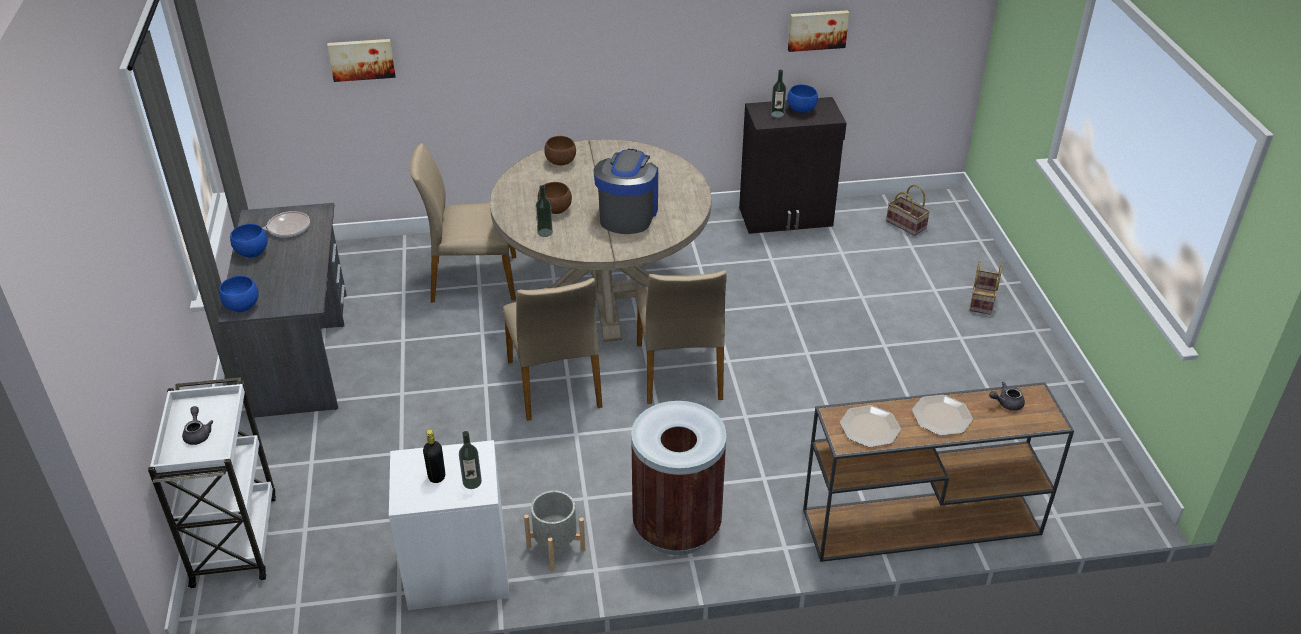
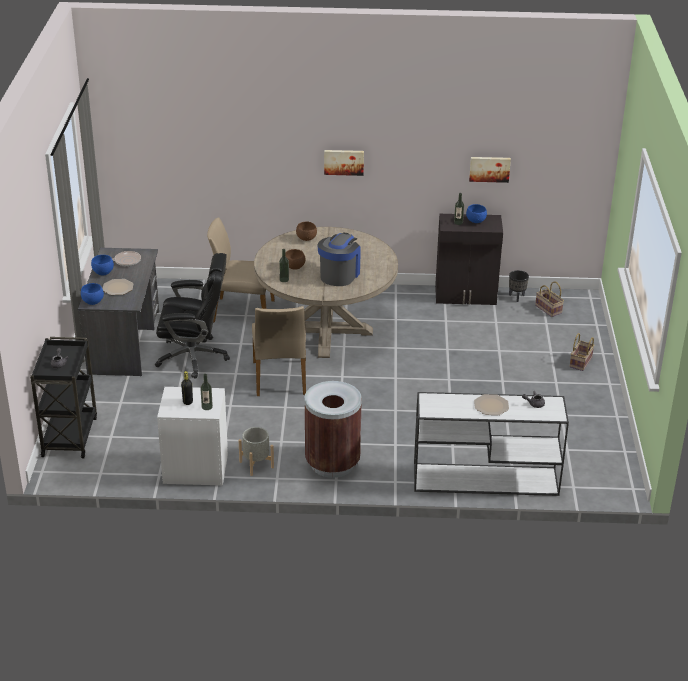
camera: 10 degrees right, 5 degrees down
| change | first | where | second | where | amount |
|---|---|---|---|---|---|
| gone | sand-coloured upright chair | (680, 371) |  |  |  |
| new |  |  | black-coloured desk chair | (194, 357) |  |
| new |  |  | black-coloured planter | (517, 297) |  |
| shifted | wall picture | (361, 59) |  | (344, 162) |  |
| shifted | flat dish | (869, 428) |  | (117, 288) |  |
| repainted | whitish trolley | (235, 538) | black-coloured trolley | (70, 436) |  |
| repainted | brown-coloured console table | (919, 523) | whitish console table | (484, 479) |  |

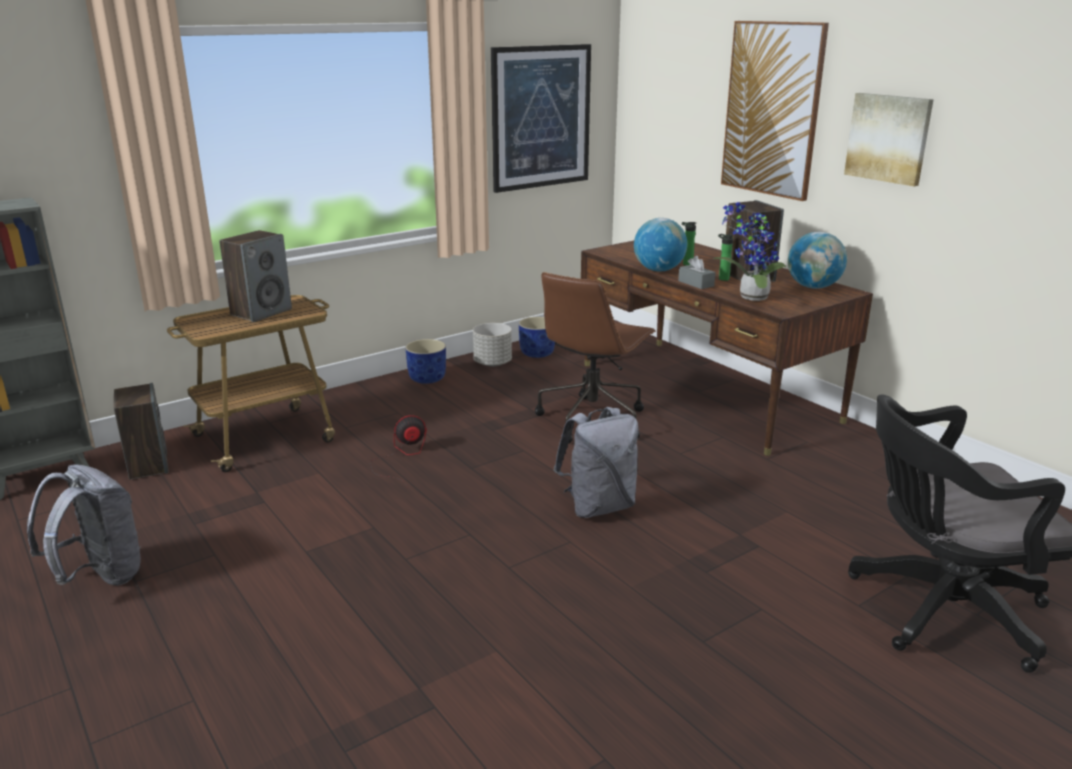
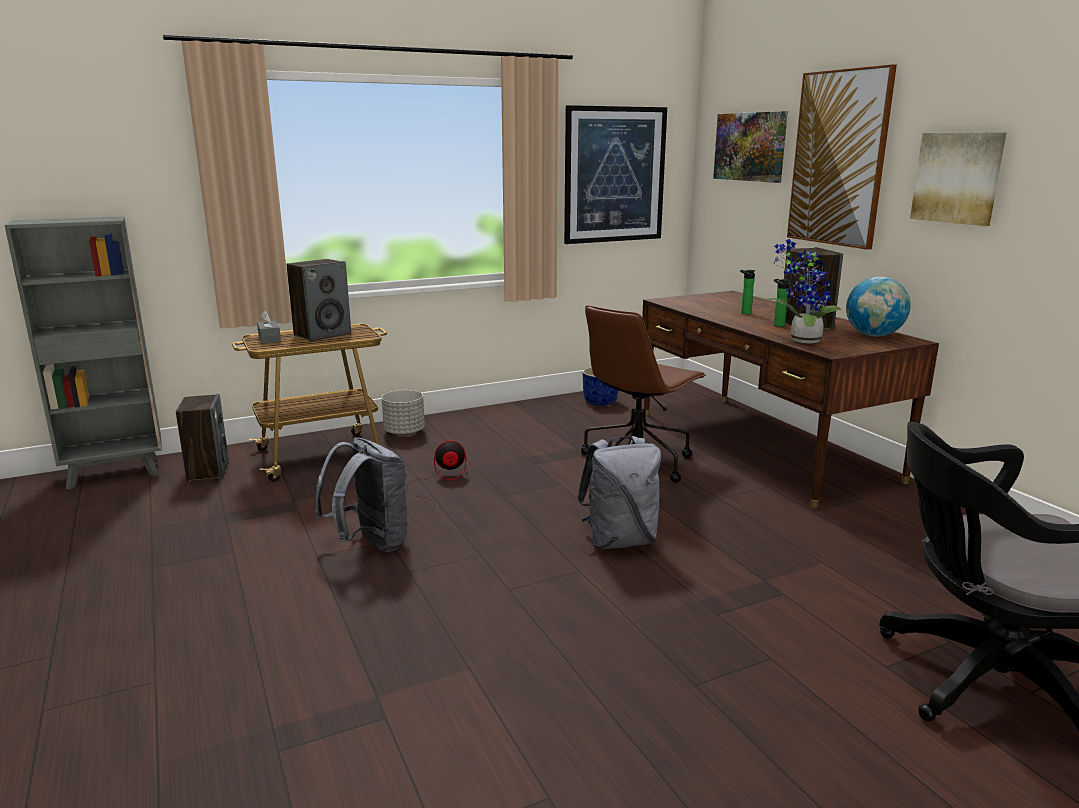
camera: 10 degrees right, 5 degrees down
| change | first | where | second | where | amount |
|---|---|---|---|---|---|
| gone | blue planter | (427, 378) |  |  |  |
| gone | globe | (658, 270) |  |  |  |
| new |  |  | wall picture | (750, 147) |  |
| shifted | greyish rucksack | (100, 577) |  | (370, 544) |  |
| shifted | greyish planter | (493, 363) |  | (404, 432) |  |
| shifted | greyish box of tissues | (696, 283) |  | (269, 339) |  |

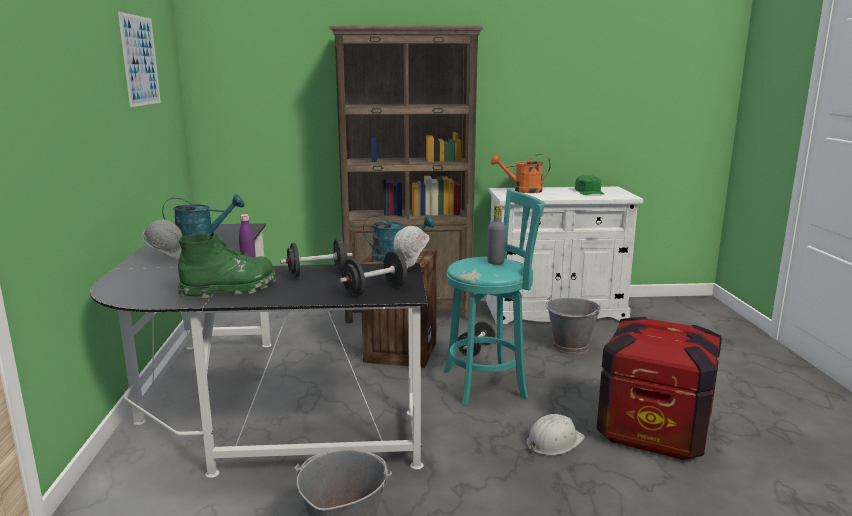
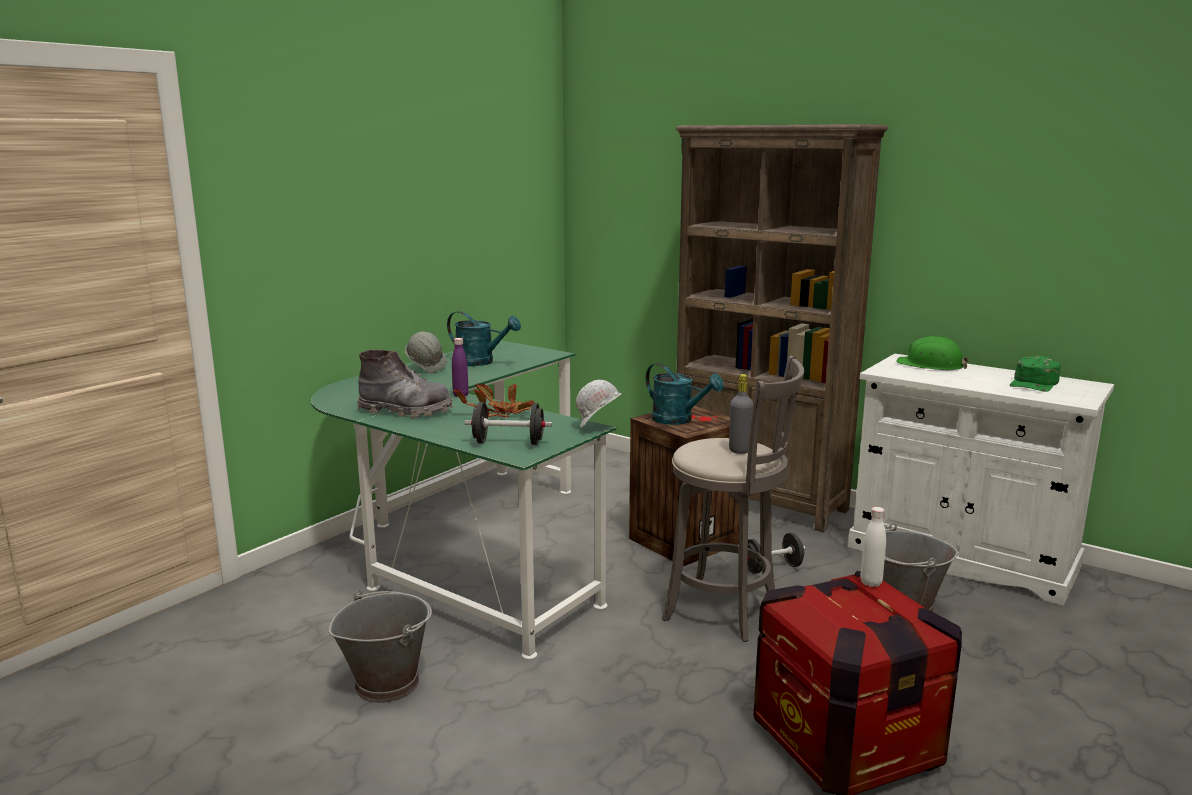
camera: 40 degrees right, 0 degrees up
| change | first | where | second | where | amount |
|---|---|---|---|---|---|
| gone | wall picture | (140, 60) |  |  |  |
| gone | whitish work helmet | (554, 442) |  |  |  |
| new |  |  | whitish drink bottle | (871, 583) |  |
| swapped | black-coloured free weight | (317, 274) | houseplant | (500, 414) |  |
| swapped | orange watering can | (522, 190) | green work helmet | (930, 365) |  |
| repainted | black-coloured desk table | (249, 412) | green desk table | (466, 548) |  |
| repainted | green tall boot | (230, 290) | greyish tall boot | (405, 411) |  |
| repainted | turquoise stool | (489, 383) | greyish stool | (727, 609) |  |

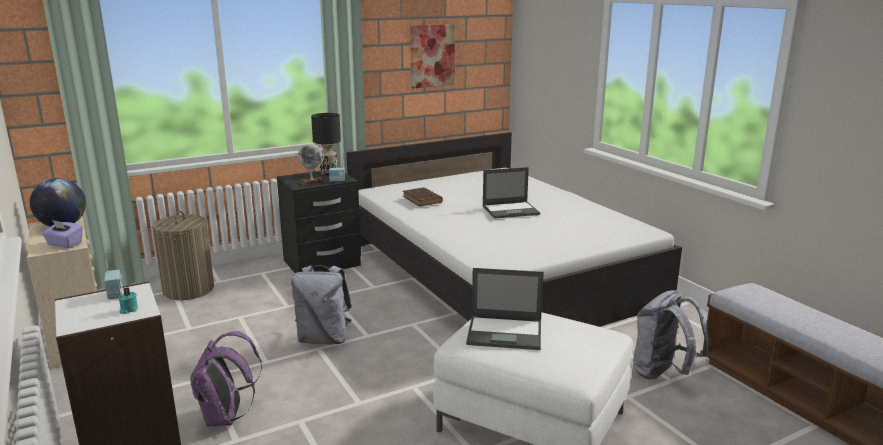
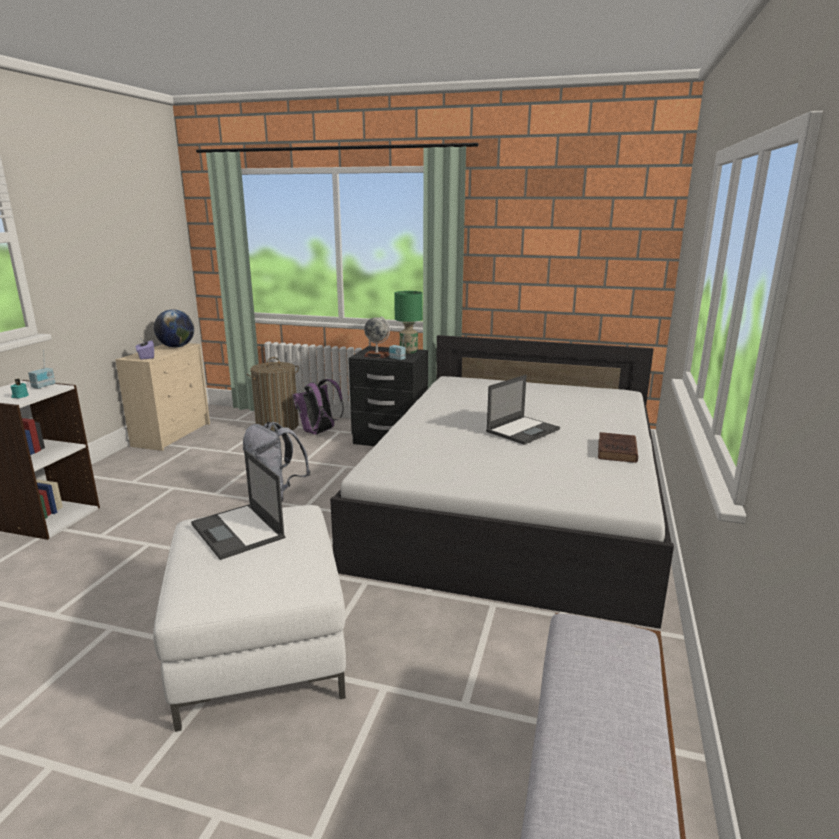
camera: 45 degrees right, 0 degrees up
| change | first | where | second | where | amount |
|---|---|---|---|---|---|
| gone | wall picture | (432, 55) |  |  |  |
| gone | greyish rucksack | (662, 374) |  |  |  |
| shifted | purplish rucksack | (226, 418) |  | (319, 432) |  |
| shifted | brown-coloured volume | (422, 200) |  | (617, 451) |  |
| repainted | black-coloured lamp for a table | (328, 173) | green lamp for a table | (408, 352) |  |
| rotated | laptop | (511, 210) |  | (523, 430) | 75 degrees counterclockwise |

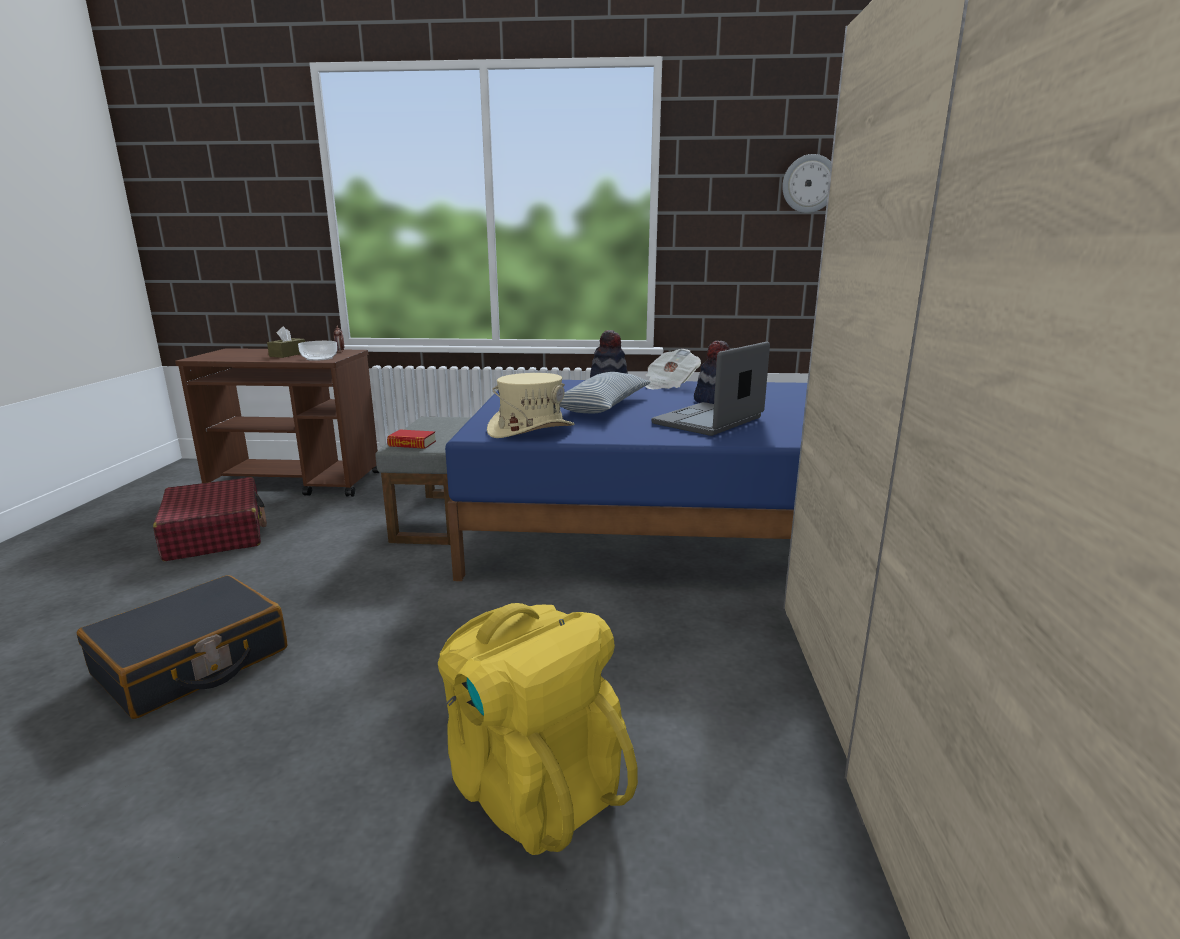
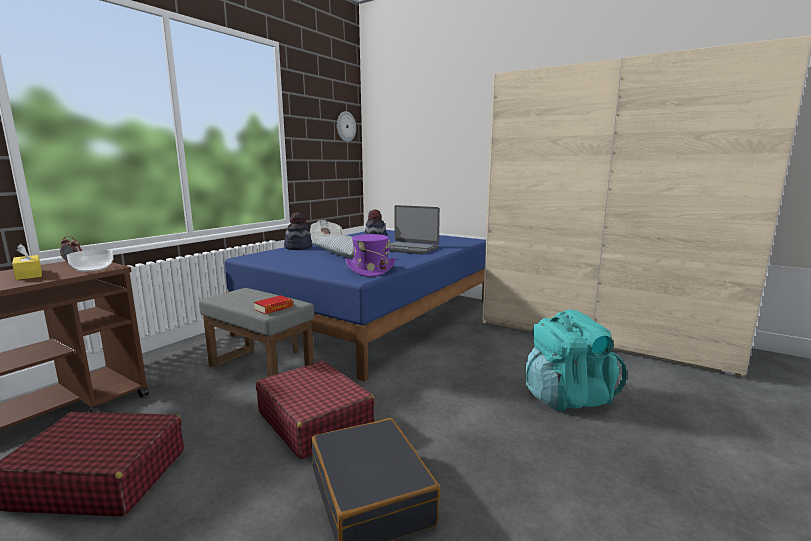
camera: 60 degrees left, 5 degrees down
| change | first | where | second | where | amount |
|---|---|---|---|---|---|
| new |  |  | red-coloured travel case | (314, 420) |  |
| repainted | brown-coloured box of tissues | (288, 354) | yellowish box of tissues | (29, 274) |  |
| repainted | yellowish rucksack | (532, 784) | turquoise rucksack | (567, 397) |  |
| repainted | sand-coloured hat | (531, 430) | purplish hat | (370, 270) |  |
| rotated | laptop | (709, 421) |  | (408, 249) | 45 degrees counterclockwise |

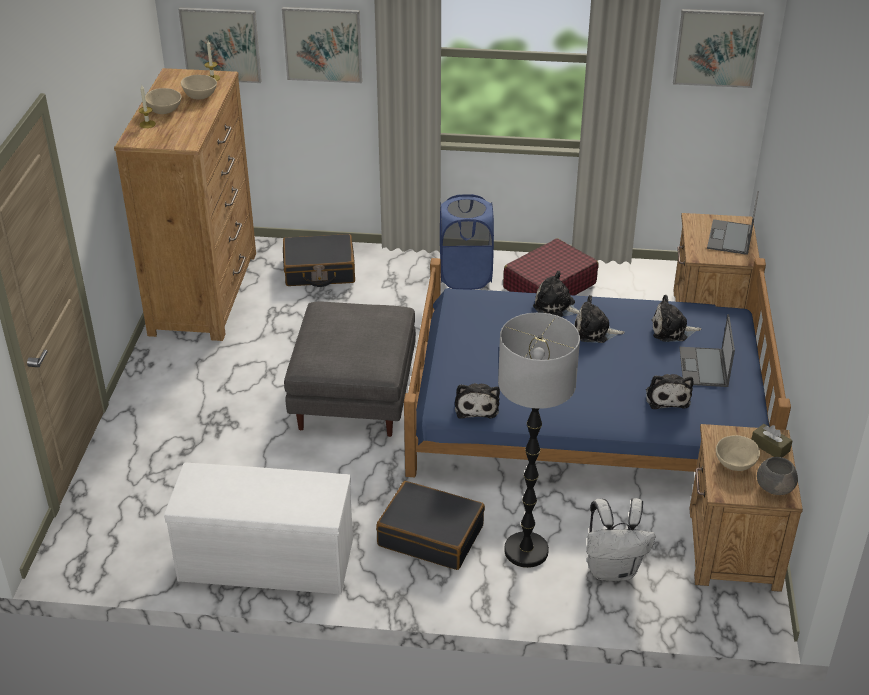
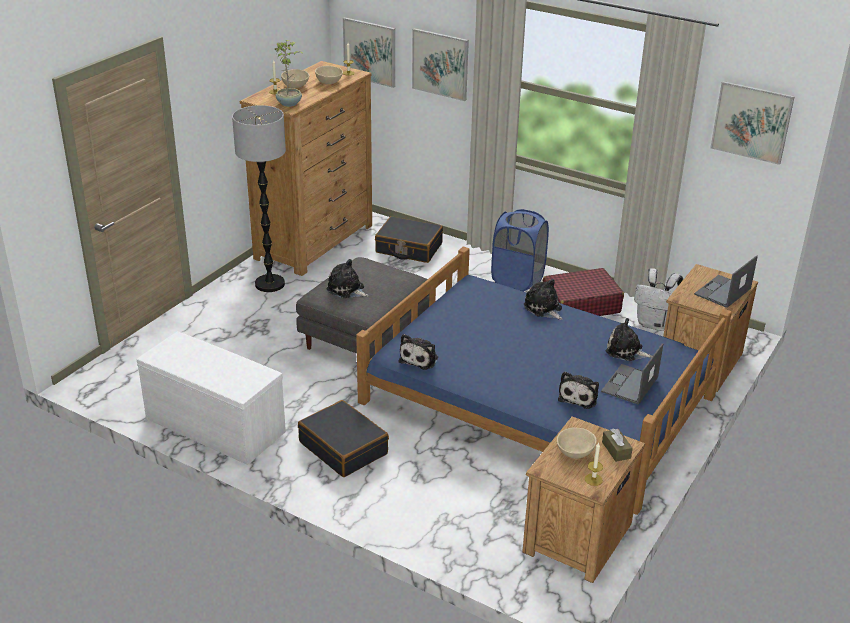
camera: 25 degrees right, 5 degrees down
| change | first | where | second | where | amount |
|---|---|---|---|---|---|
| new |  |  | houseplant | (289, 103) |  |
| shifted | standing lamp | (526, 551) |  | (269, 284) |  |
| shifted | cuddly toy | (594, 331) |  | (347, 290) |  |
| shifted | whitish rucksack | (613, 569) |  | (655, 324) |  |
| swapped | greyish bowl | (775, 487) | wax light | (593, 479) |  |

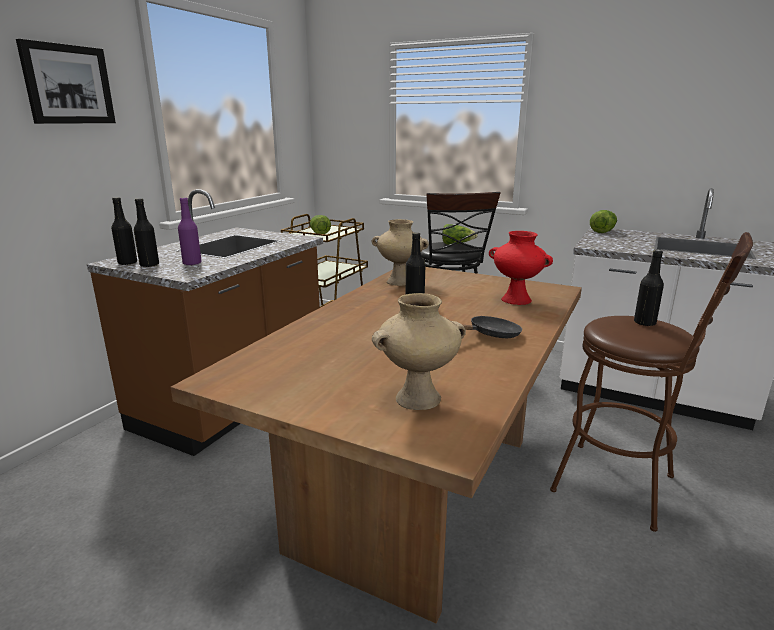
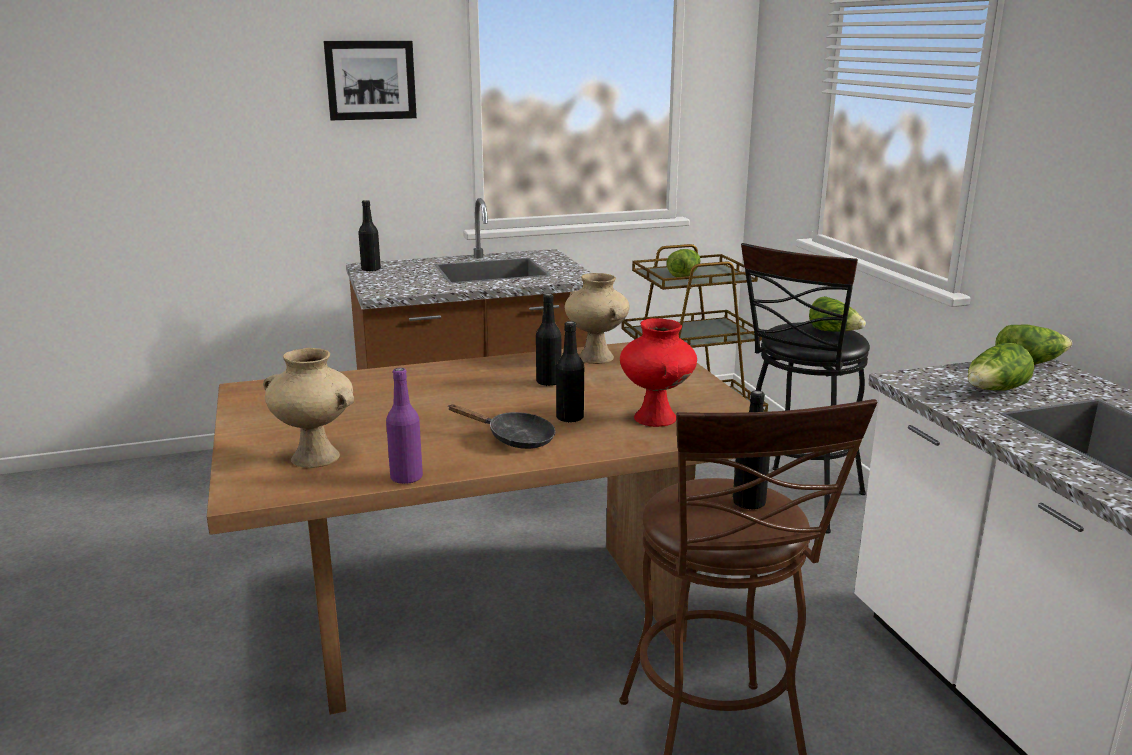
camera: 45 degrees right, 0 degrees up
| change | first | where | second | where | amount |
|---|---|---|---|---|---|
| new |  |  | lettuce | (994, 391) |  |
| shifted | black-coloured drink bottle | (149, 265) |  | (570, 418) |  |
| shifted | purplish drink bottle | (192, 263) |  | (406, 478) |  |

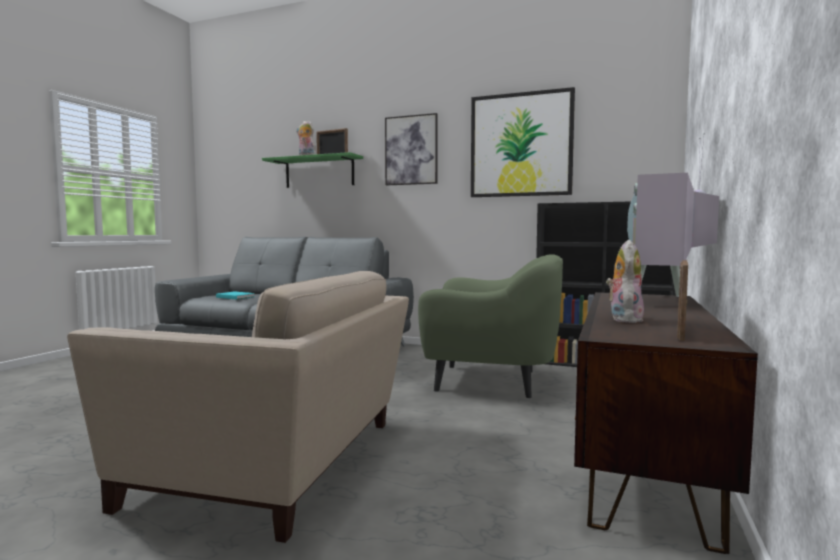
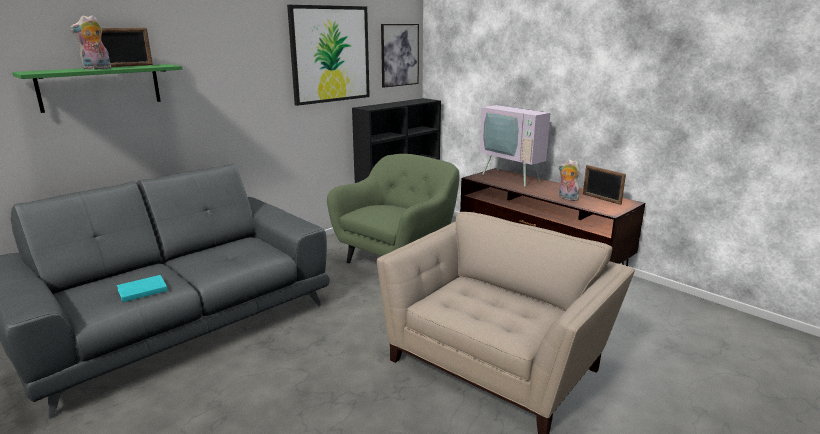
camera: 65 degrees left, 15 degrees up
| change | first | where | second | where | amount |
|---|---|---|---|---|---|
| shifted | wall picture | (411, 150) |  | (399, 55) |  |

